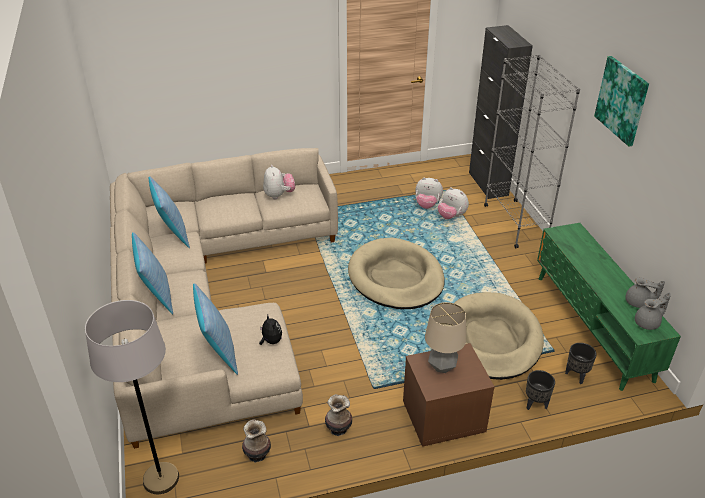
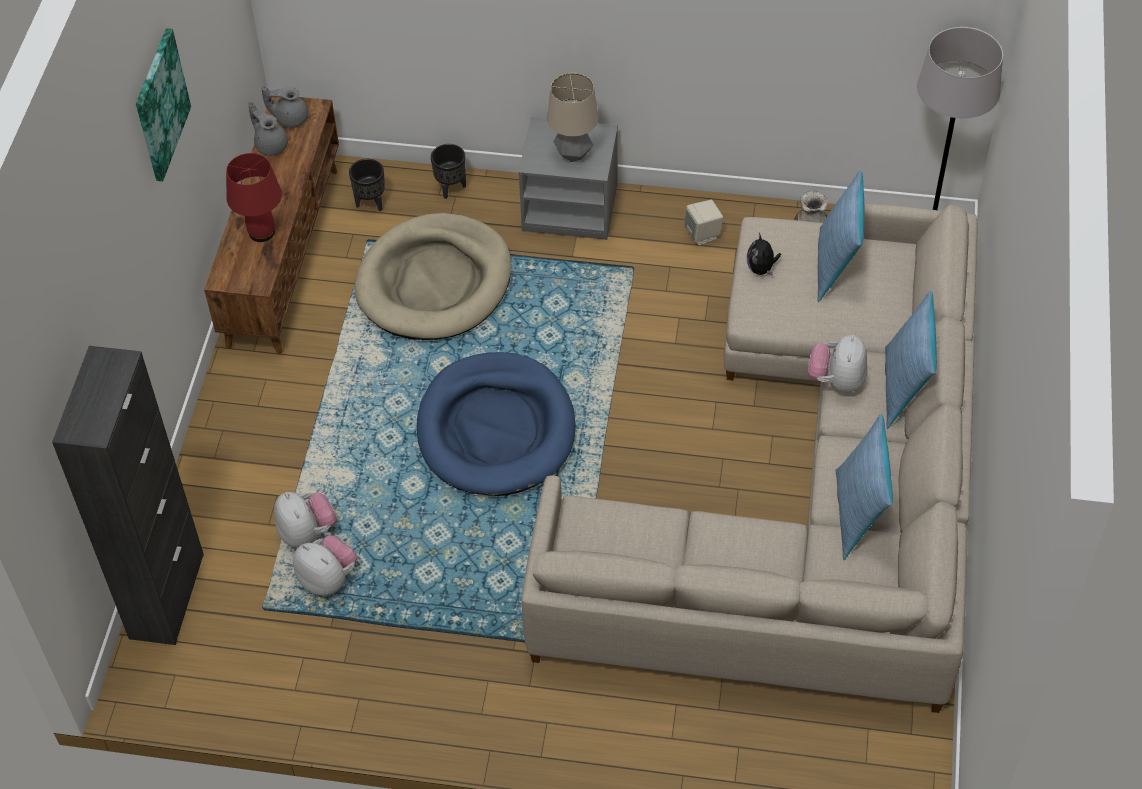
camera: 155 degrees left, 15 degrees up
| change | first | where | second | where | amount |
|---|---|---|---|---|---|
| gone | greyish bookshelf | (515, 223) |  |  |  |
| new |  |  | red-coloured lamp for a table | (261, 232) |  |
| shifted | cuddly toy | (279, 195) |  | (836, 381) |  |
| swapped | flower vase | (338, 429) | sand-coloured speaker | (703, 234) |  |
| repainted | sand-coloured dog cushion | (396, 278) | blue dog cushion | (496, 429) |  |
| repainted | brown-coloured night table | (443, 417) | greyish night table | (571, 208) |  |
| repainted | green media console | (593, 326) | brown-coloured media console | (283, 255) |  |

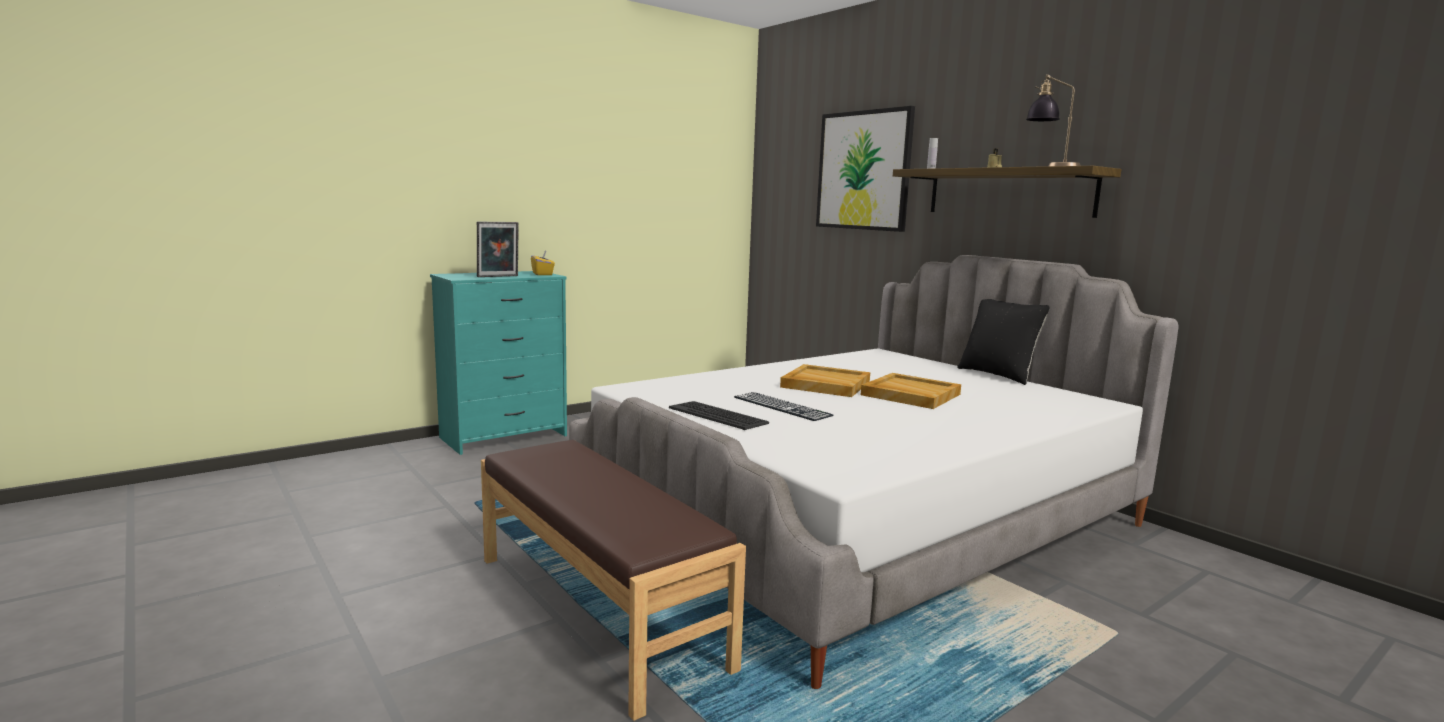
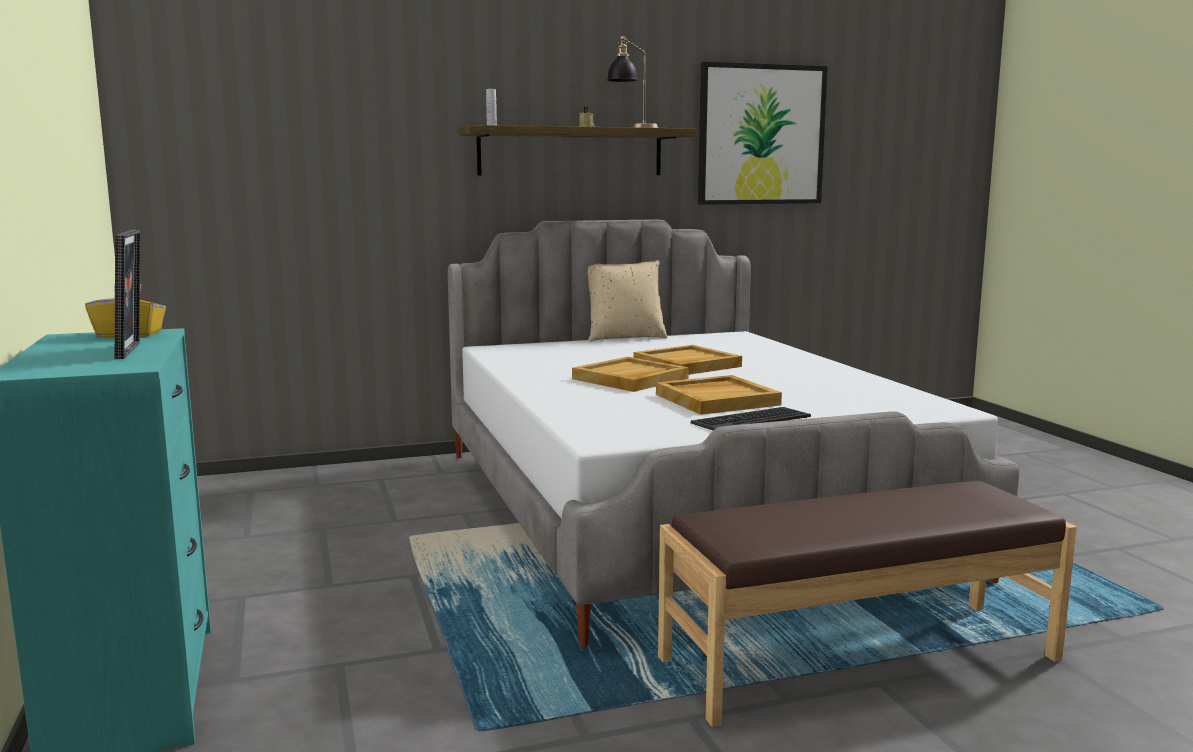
camera: 70 degrees left, 0 degrees up
| change | first | where | second | where | amount |
|---|---|---|---|---|---|
| shifted | wall picture | (863, 170) |  | (761, 135) |  |
| swapped | keyboard | (782, 406) | sand-coloured tray | (717, 399) |  |
| repainted | black-coloured cushion | (998, 375) | sand-coloured cushion | (624, 338) |  |

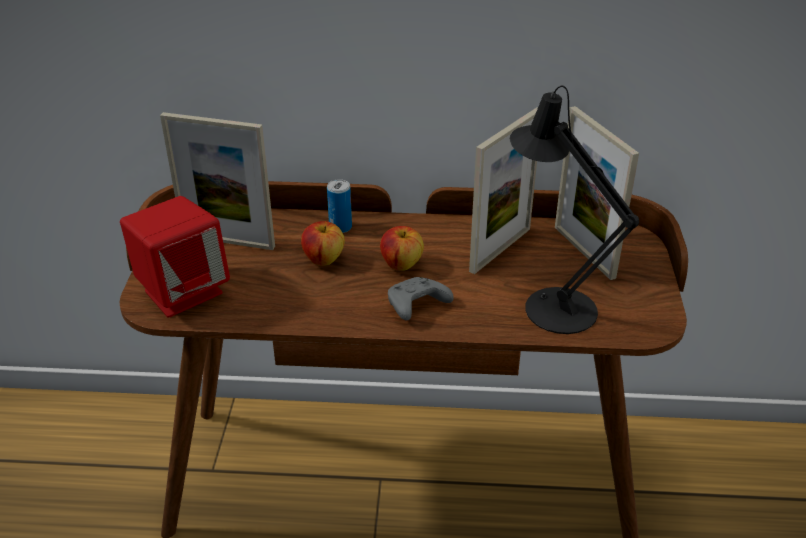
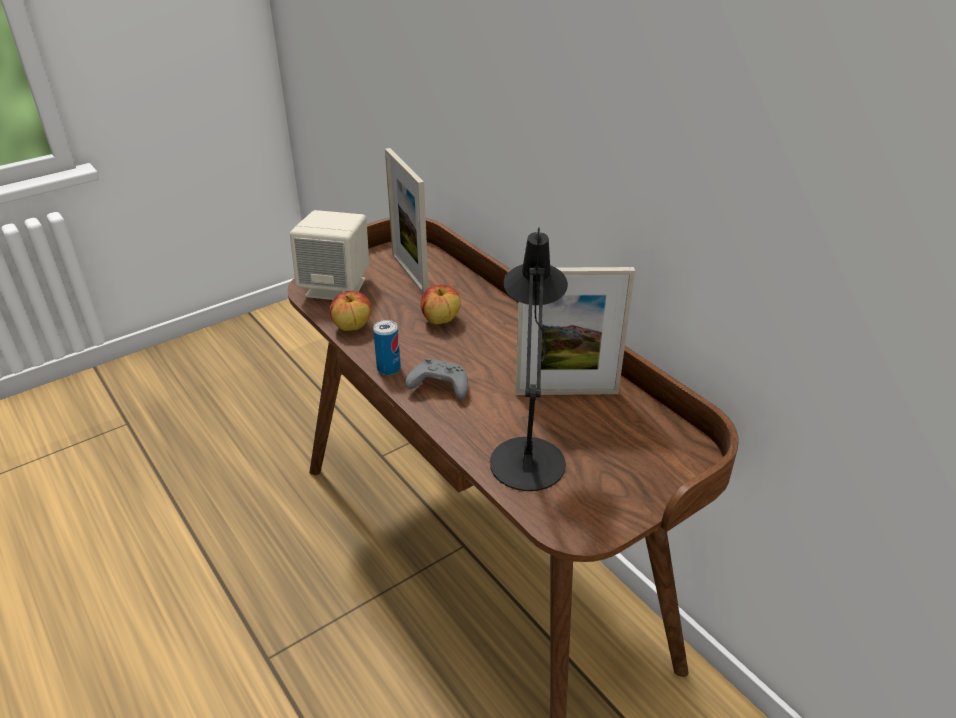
camera: 50 degrees right, 0 degrees up
| change | first | where | second | where | amount |
|---|---|---|---|---|---|
| gone | picture frame | (584, 252) |  |  |  |
| shifted | sealed can | (340, 227) |  | (388, 368) |  |
| shifted | apple fruit | (401, 264) |  | (352, 326) |  |
| repainted | red-coloured speaker | (183, 291) | sand-coloured speaker | (337, 287) |  |

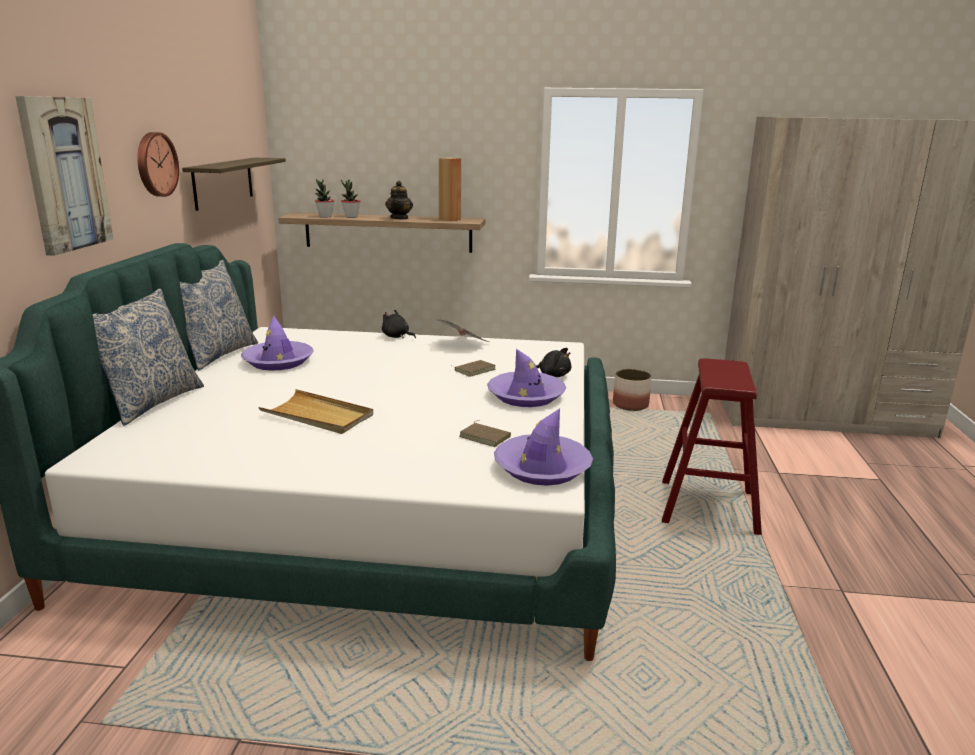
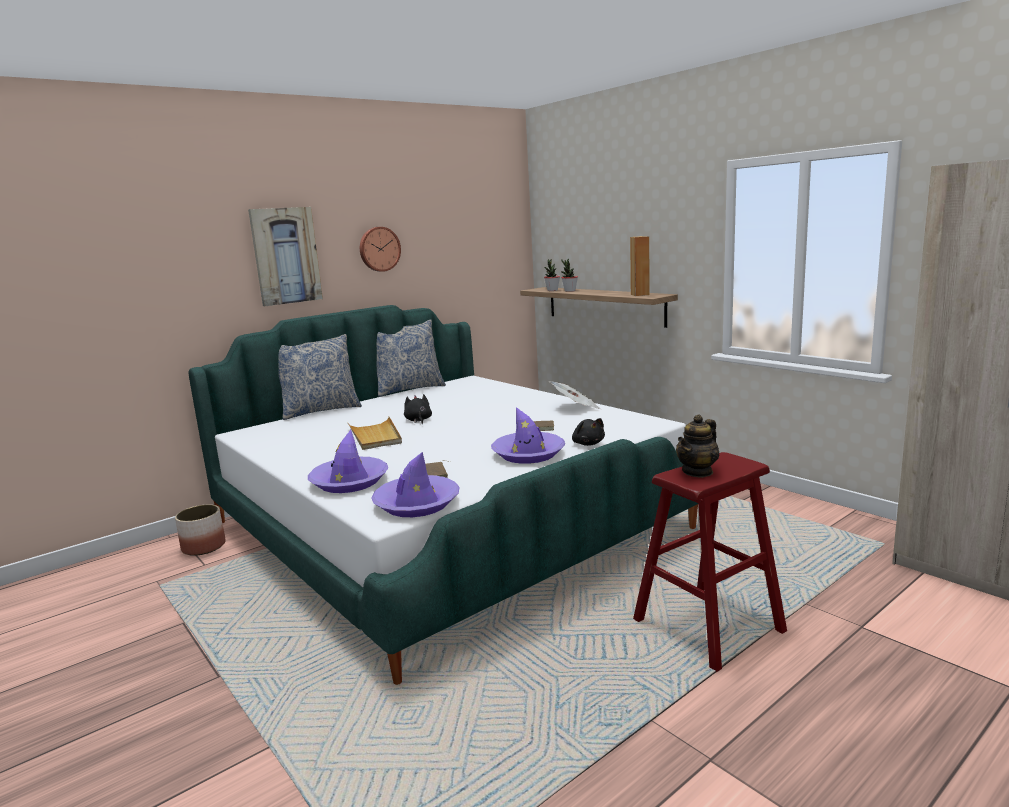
camera: 45 degrees right, 5 degrees down
| change | first | where | second | where | amount |
|---|---|---|---|---|---|
| gone | wall shelf | (223, 182) |  |  |  |
| shifted | purplish hat | (278, 362) |  | (349, 482) |  |
| shifted | black-coloured cuddly toy | (397, 336) |  | (418, 420) |  |
| shifted | teapot | (399, 218) |  | (697, 472) |  |
| shifted | planter | (630, 405) |  | (203, 547) |  |

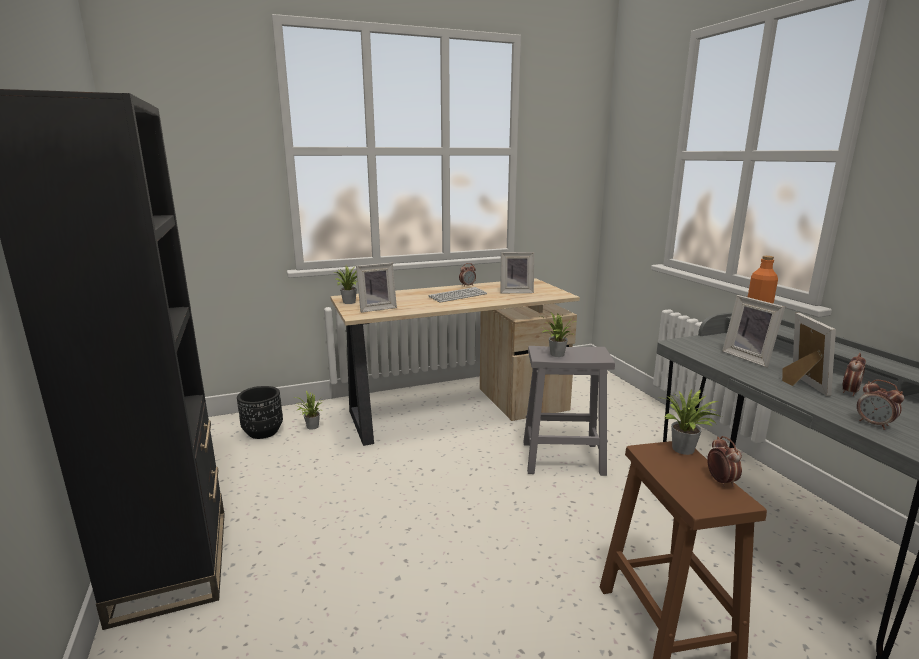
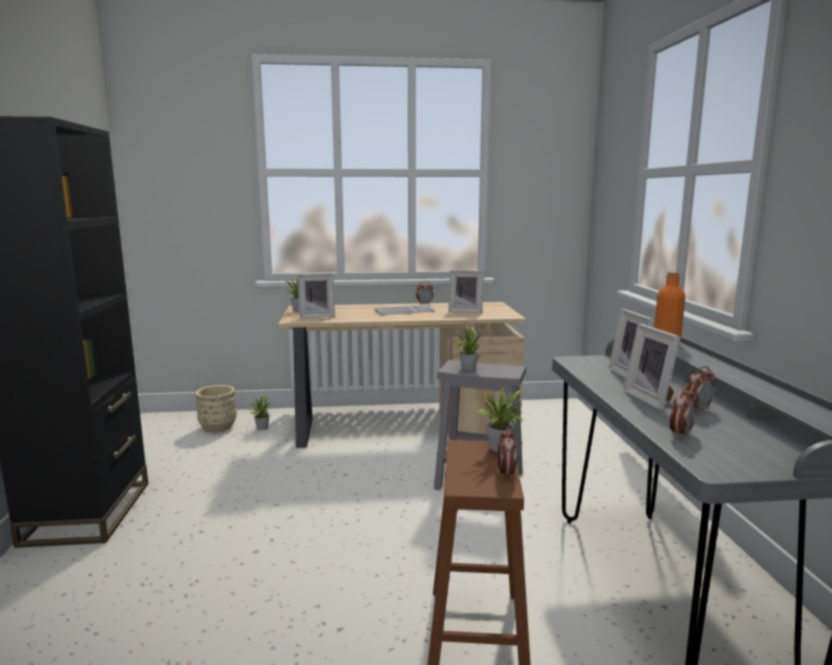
camera: 15 degrees right, 5 degrees down
| change | first | where | second | where | amount |
|---|---|---|---|---|---|
| repainted | black-coloured planter | (263, 432) | sand-coloured planter | (218, 427) |  |
| rotated | picture frame | (800, 384) |  | (652, 399) | 150 degrees clockwise |
| rotated | bedside clock | (874, 424) |  | (680, 434) | 120 degrees counterclockwise |

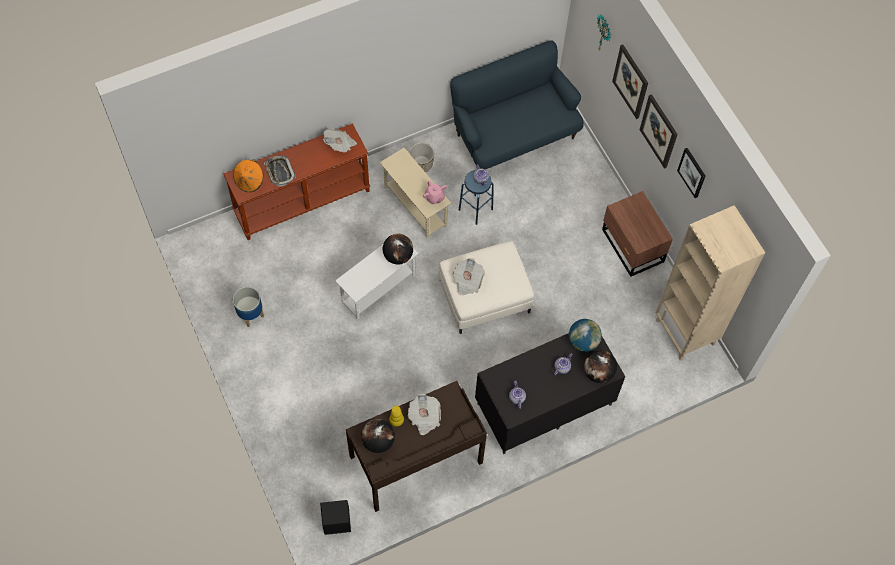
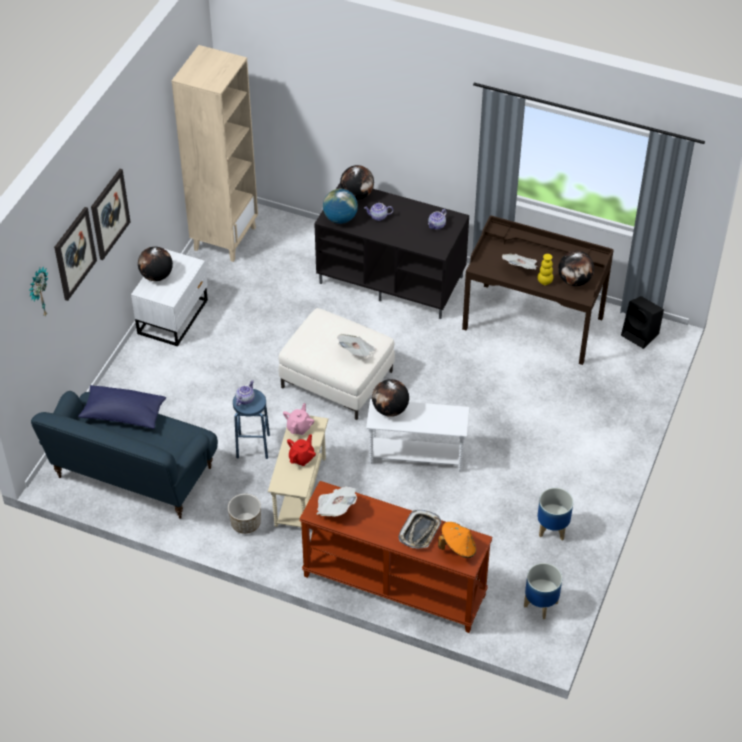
camera: 130 degrees left, 15 degrees down
| change | first | where | second | where | amount |
|---|---|---|---|---|---|
| gone | wall picture | (692, 172) |  |  |  |
| new |  |  | blue cushion | (123, 414) |  |
| new |  |  | globe | (156, 276) |  |
| new |  |  | red-coloured teapot | (302, 458) |  |
| new |  |  | planter | (540, 605) |  |
| repainted | brown-coloured night table | (632, 247) | whitish night table | (174, 316) |  |

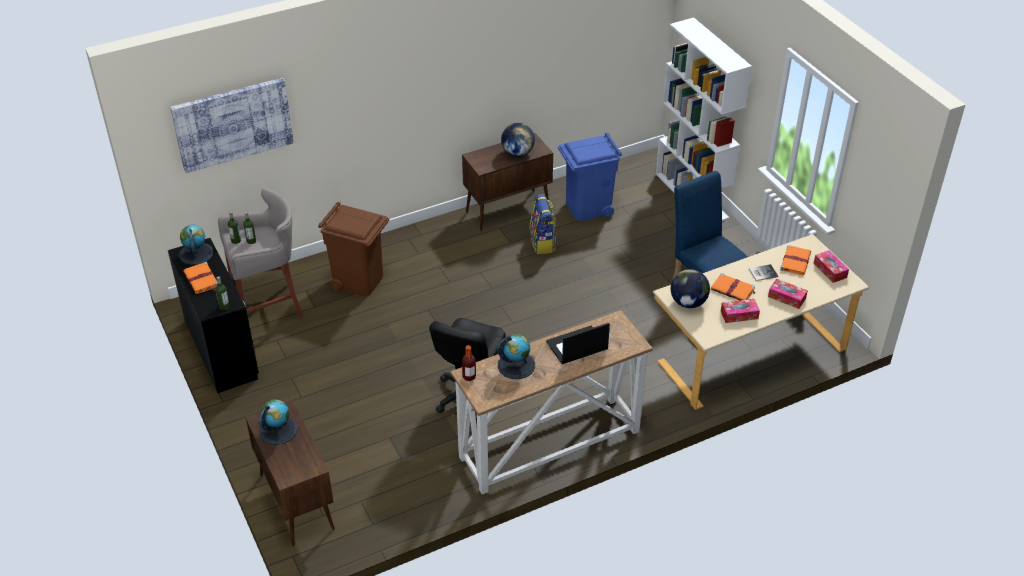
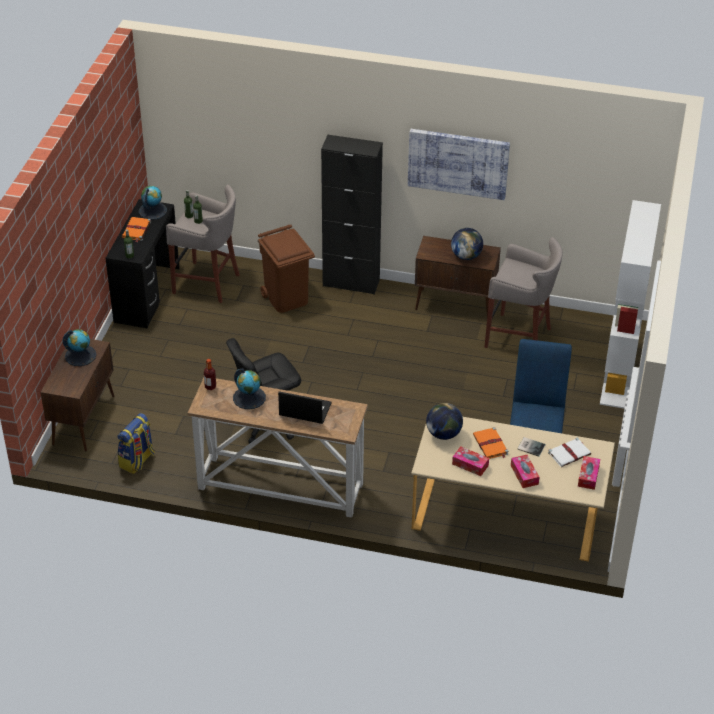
camera: 40 degrees right, 0 degrees up
| change | first | where | second | where | amount |
|---|---|---|---|---|---|
| new |  |  | black-coloured storage cabinet | (351, 283) |  |
| shifted | wall picture | (232, 123) |  | (458, 162) |  |
| shifted | rucksack | (543, 243) |  | (137, 461) |  |
| swapped | blue trash can | (587, 208) | greyish stool | (520, 337) |  |
| repainted | orange volume | (795, 261) | whitish volume | (569, 453) |  |

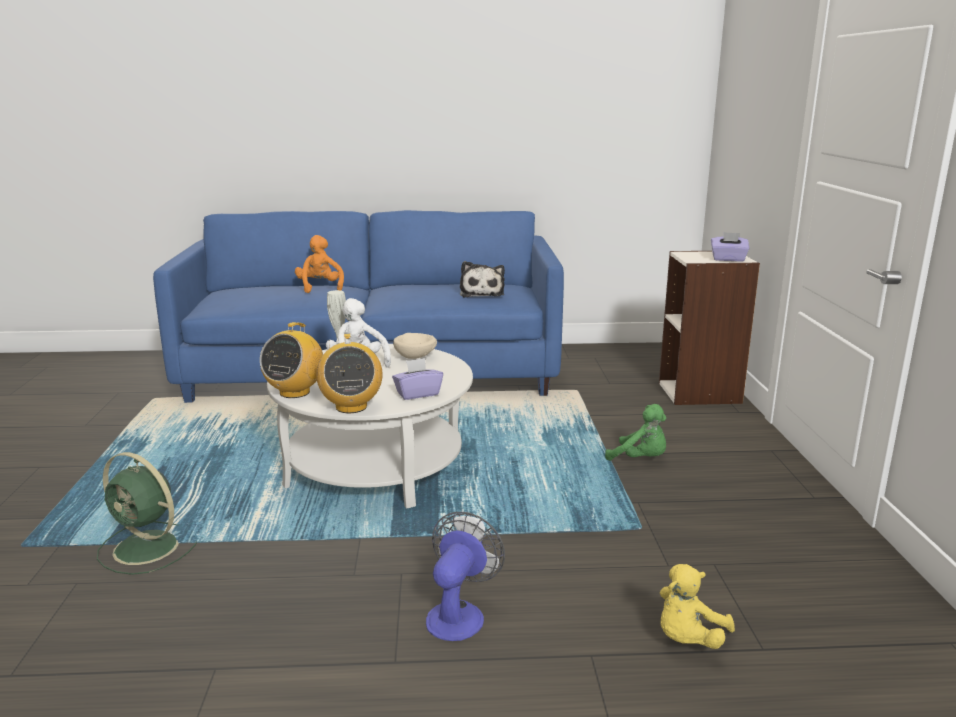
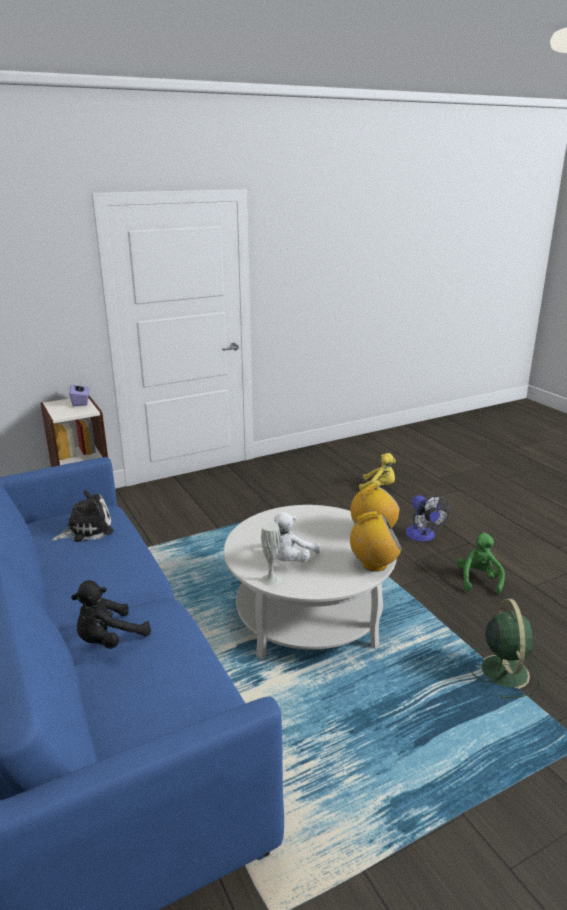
camera: 115 degrees left, 5 degrees up
| change | first | where | second | where | amount |
|---|---|---|---|---|---|
| gone | purplish box of tissues | (417, 394) |  |  |  |
| gone | sand-coloured bowl | (416, 357) |  |  |  |
| shifted | green cuddly toy | (640, 459) |  | (478, 580) |  |
| repainted | orange cuddly toy | (320, 288) | black-coloured cuddly toy | (109, 640) |  |
| rotated | electric fan | (459, 614) |  | (423, 536) | 105 degrees counterclockwise |

